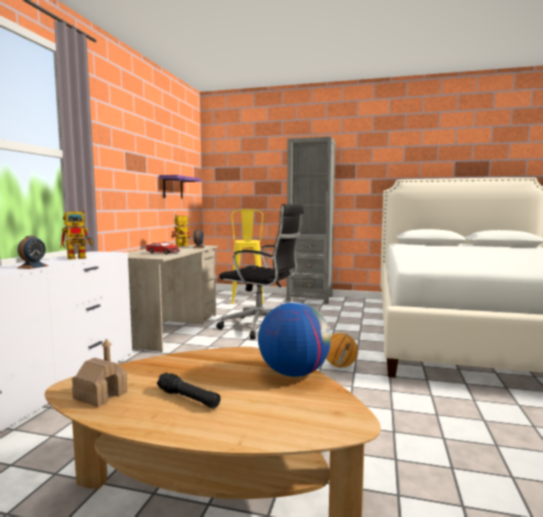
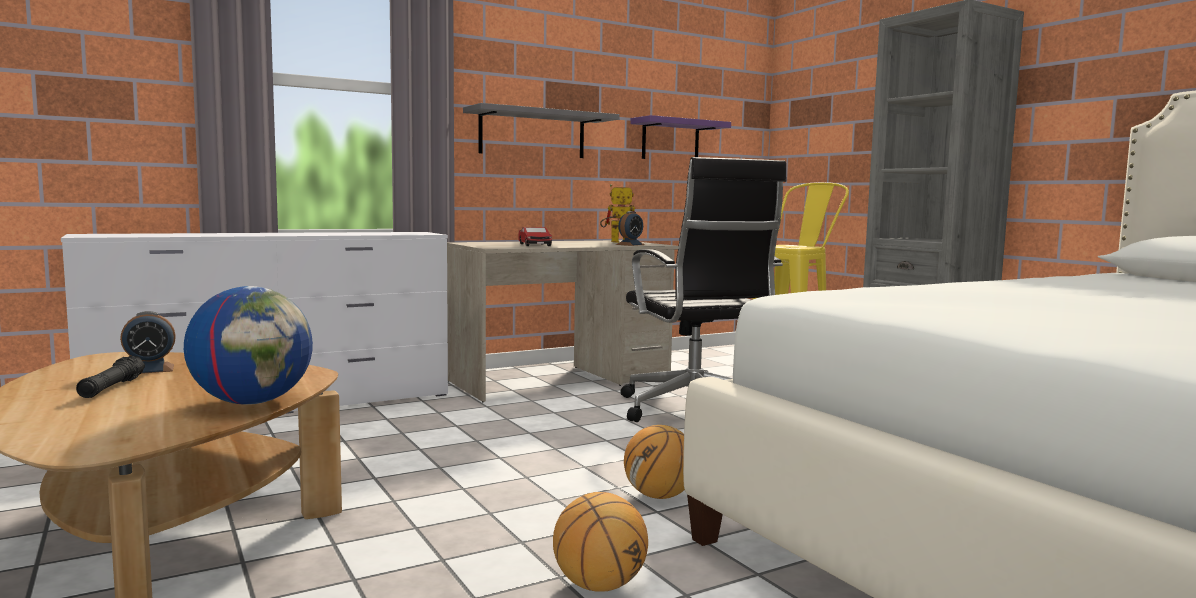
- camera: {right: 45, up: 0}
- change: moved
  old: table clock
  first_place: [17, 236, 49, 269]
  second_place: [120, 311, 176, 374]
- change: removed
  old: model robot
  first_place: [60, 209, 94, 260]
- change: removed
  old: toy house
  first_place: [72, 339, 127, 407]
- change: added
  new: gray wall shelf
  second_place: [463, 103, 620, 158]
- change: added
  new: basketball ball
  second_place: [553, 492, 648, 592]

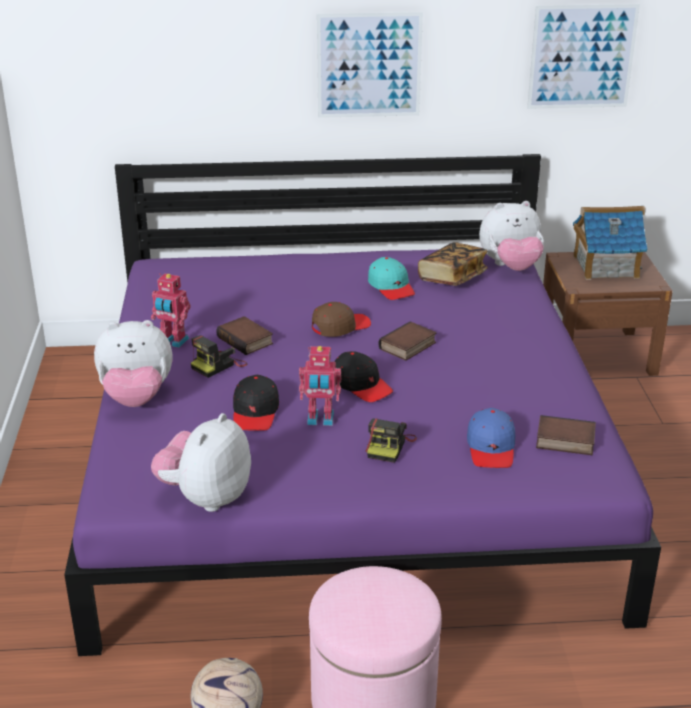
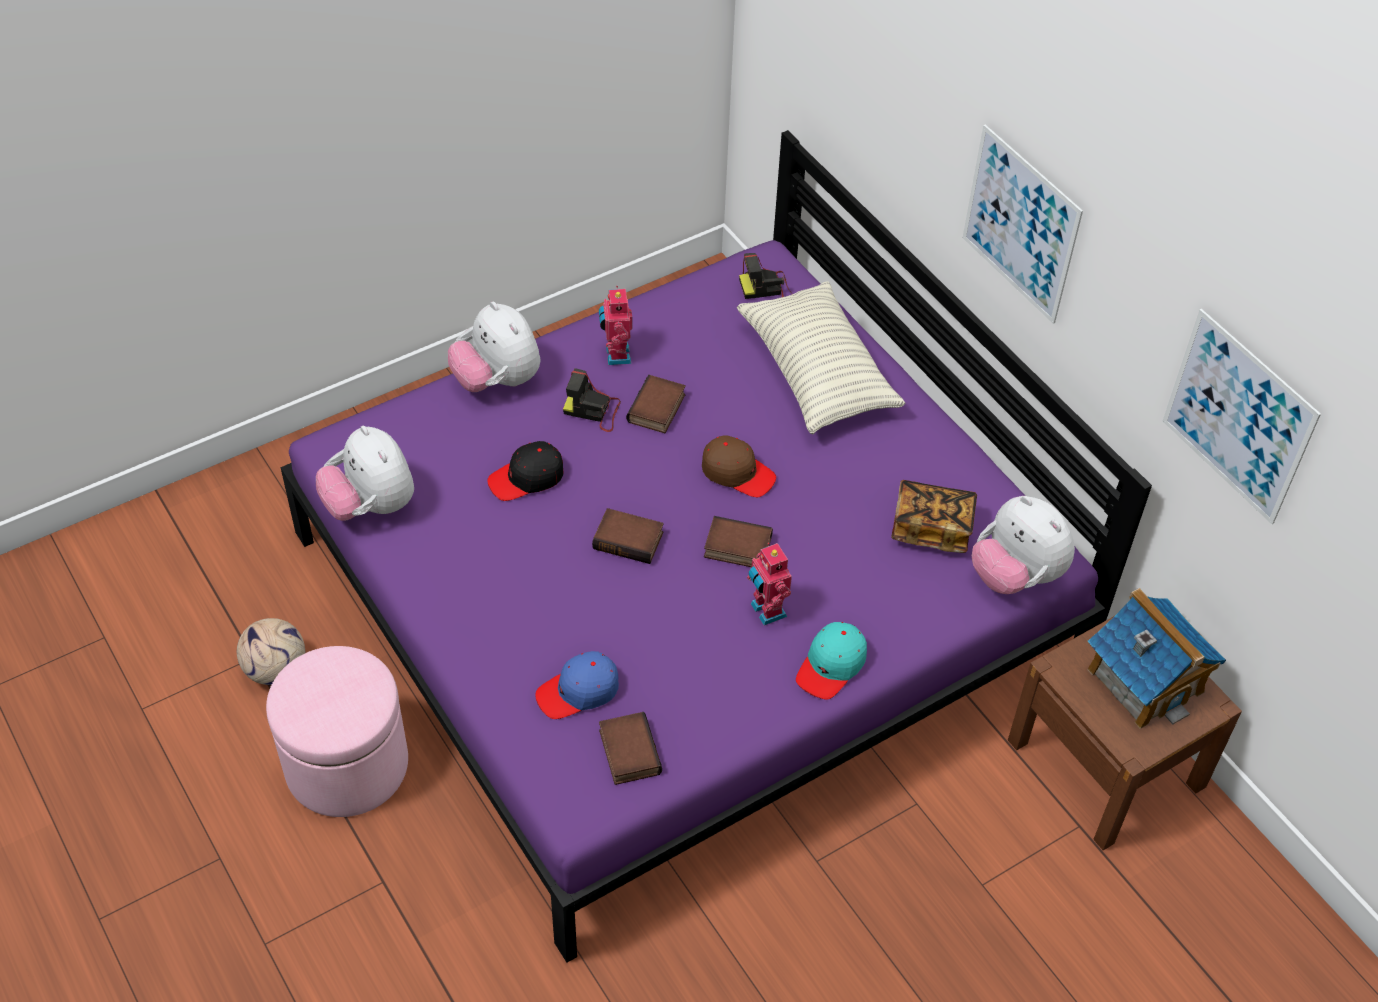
- camera: {right: 60, up: 20}
- change: turned
  old: plush toy
  first_place: [151, 413, 251, 512]
  second_place: [316, 426, 414, 521]
  degrees: -120
- change: moved
  old: model robot
  first_place: [299, 346, 342, 426]
  second_place: [747, 543, 792, 625]
- change: replaced
  old: black baseball cap
  new: book
  first_place: [334, 351, 393, 402]
  second_place: [592, 508, 664, 564]
- change: moved
  old: photo camera
  first_place: [366, 418, 417, 463]
  second_place: [739, 253, 792, 299]
- change: moved
  old: blue-green baseball cap
  first_place: [368, 257, 415, 300]
  second_place: [796, 622, 867, 700]
- change: added
  new: pillow
  second_place: [737, 281, 905, 434]

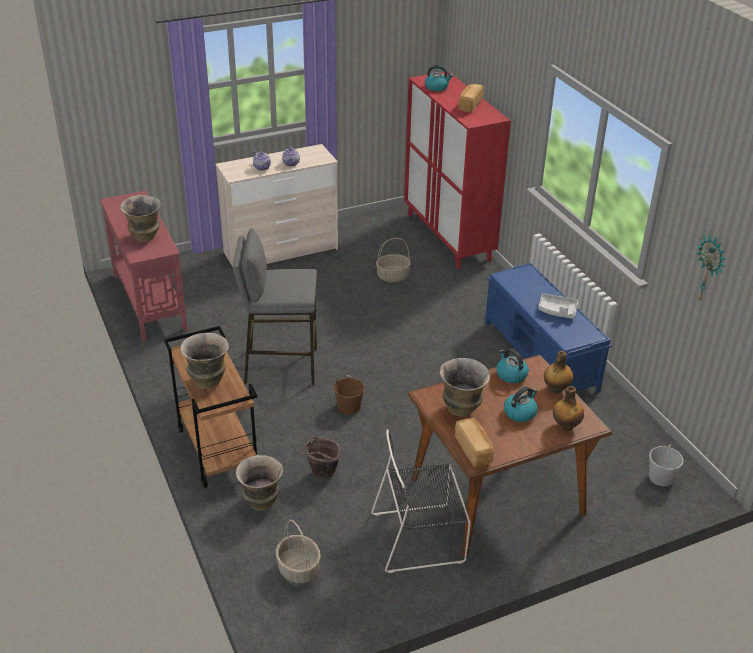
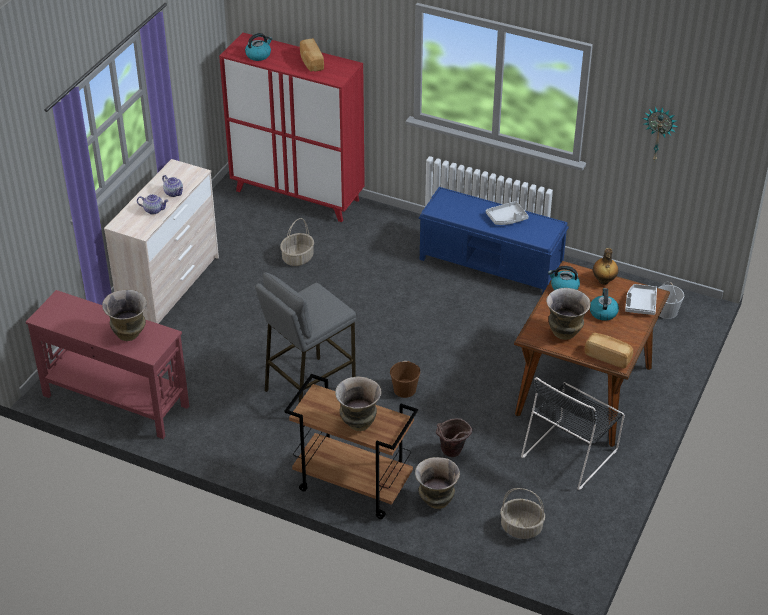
- camera: {right: -40, up: 5}
- change: replaced
  old: drink bottle
  new: gray serving tray
  first_place: [553, 386, 584, 431]
  second_place: [625, 284, 657, 315]

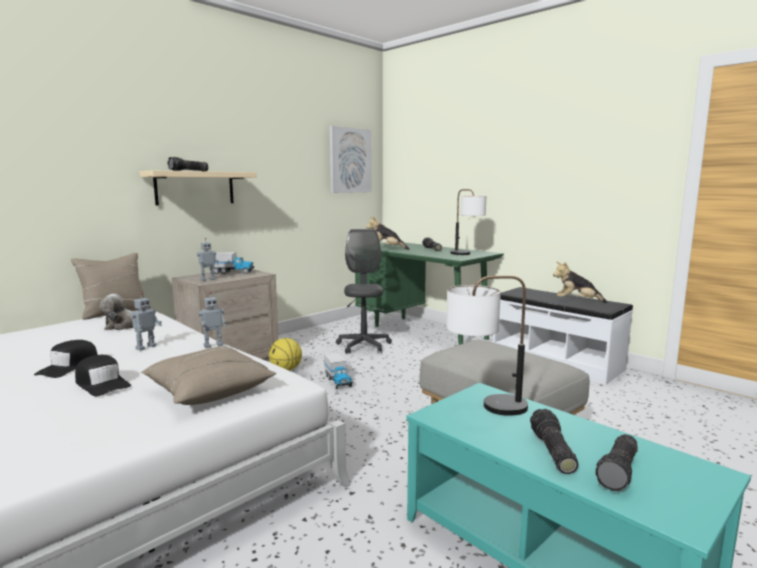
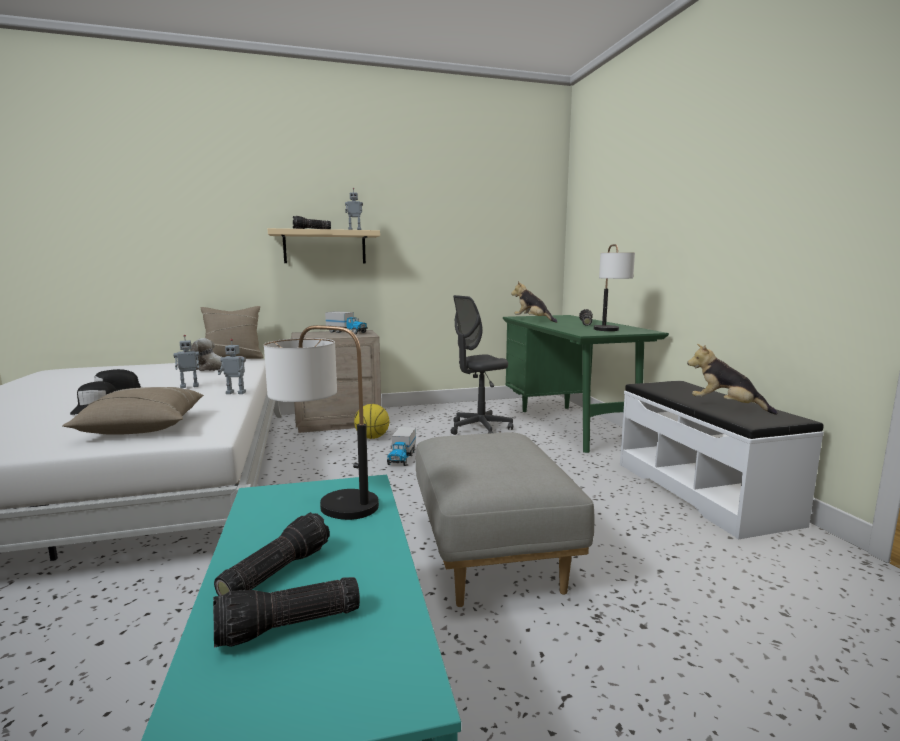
- camera: {right: 30, up: 0}
- change: moved
  old: model robot
  first_place: [197, 238, 219, 281]
  second_place: [345, 188, 363, 230]
- change: removed
  old: wall art
  first_place: [330, 126, 372, 193]
- change: turned
  old: gray office chair
  first_place: [336, 229, 392, 354]
  second_place: [451, 295, 513, 435]
  degrees: -150

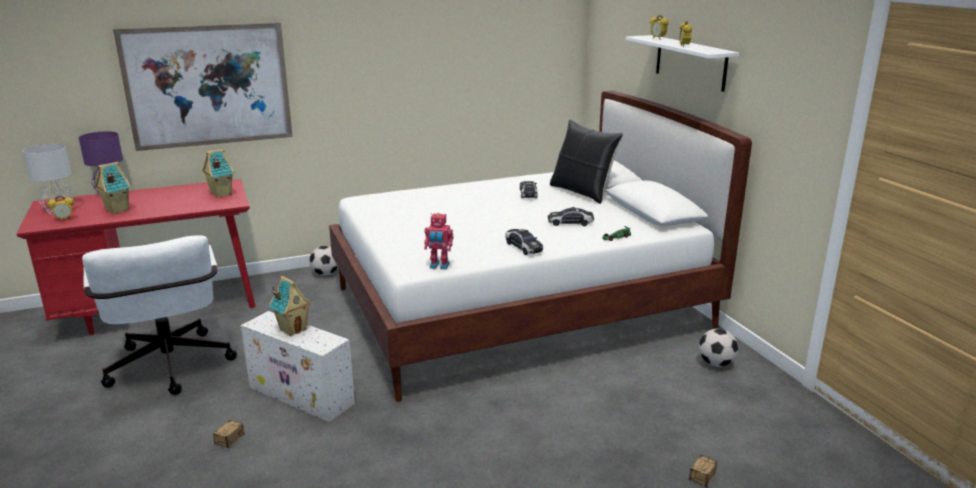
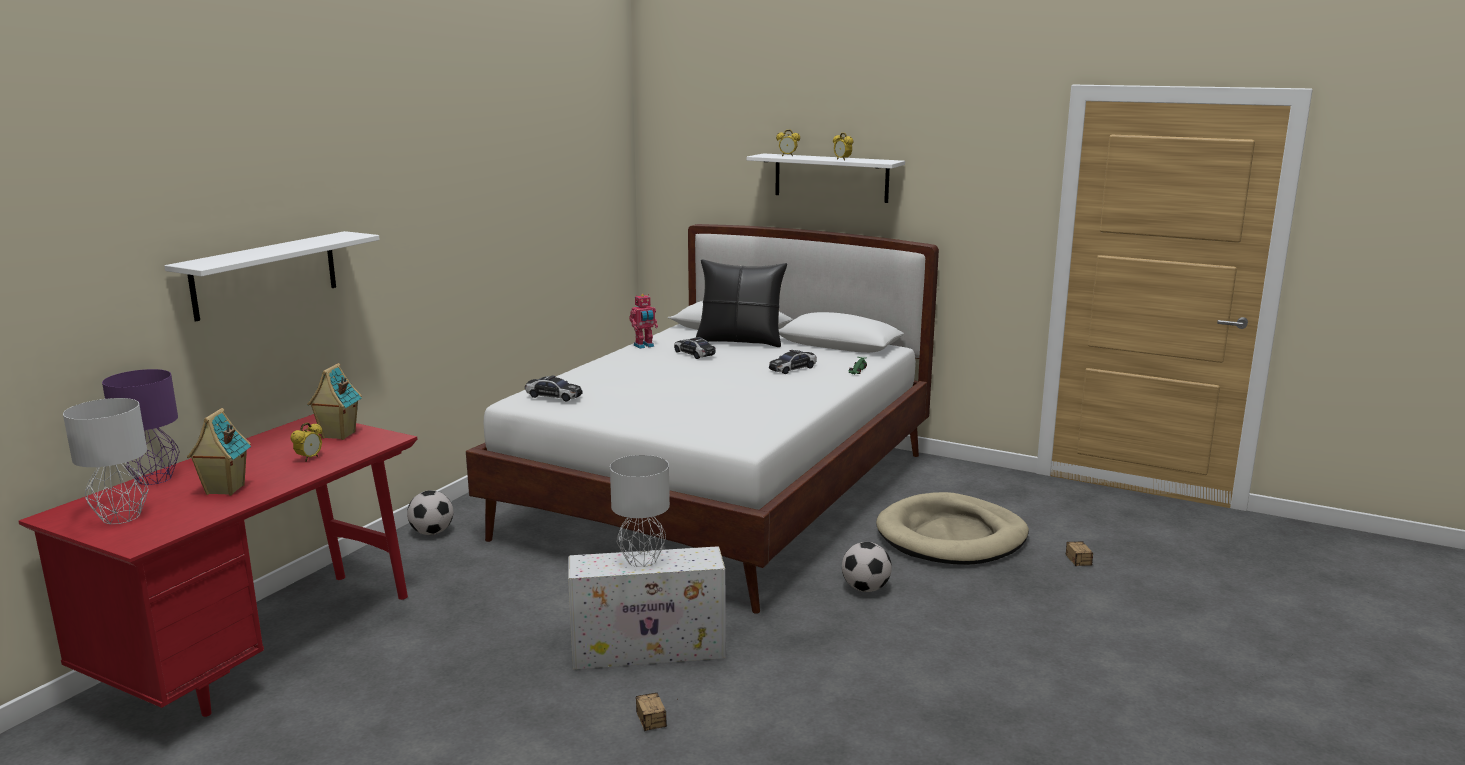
- camera: {right: -40, up: -5}
- change: moved
  old: table clock
  first_place: [47, 196, 74, 221]
  second_place: [290, 422, 322, 462]
- change: removed
  old: white-coloured office chair
  first_place: [82, 235, 237, 395]
- change: replaced
  old: wall art
  new: white-coloured wall shelf
  first_place: [113, 23, 293, 151]
  second_place: [165, 231, 380, 321]
- change: replaced
  old: toy house
  new: gray table lamp
  first_place: [269, 276, 312, 336]
  second_place: [610, 455, 670, 567]
- change: moved
  old: model robot
  first_place: [424, 213, 454, 270]
  second_place: [629, 294, 658, 349]
- change: moved
  old: miniature car
  first_place: [505, 229, 543, 255]
  second_place: [525, 375, 583, 402]
- change: moved
  old: football
  first_place: [699, 329, 738, 367]
  second_place: [842, 542, 892, 592]
- change: added
  new: beige-coloured pet bed
  second_place: [876, 492, 1029, 565]

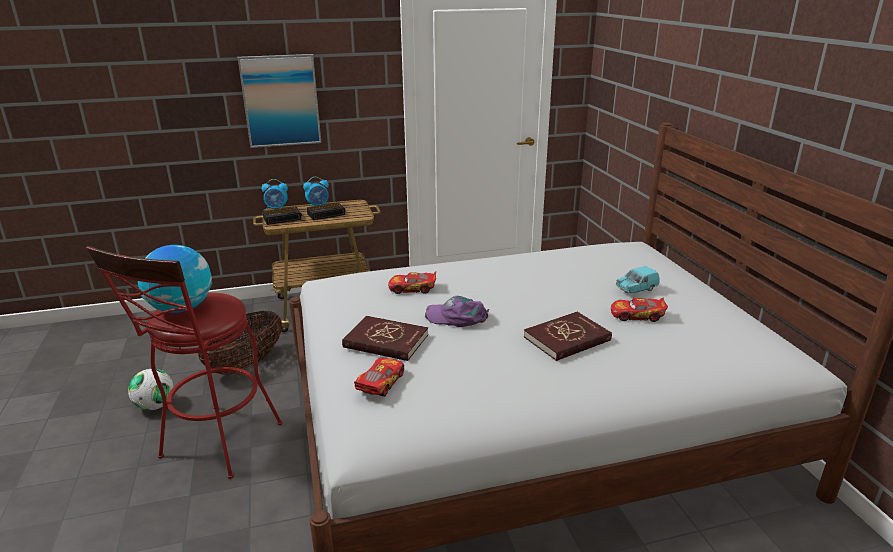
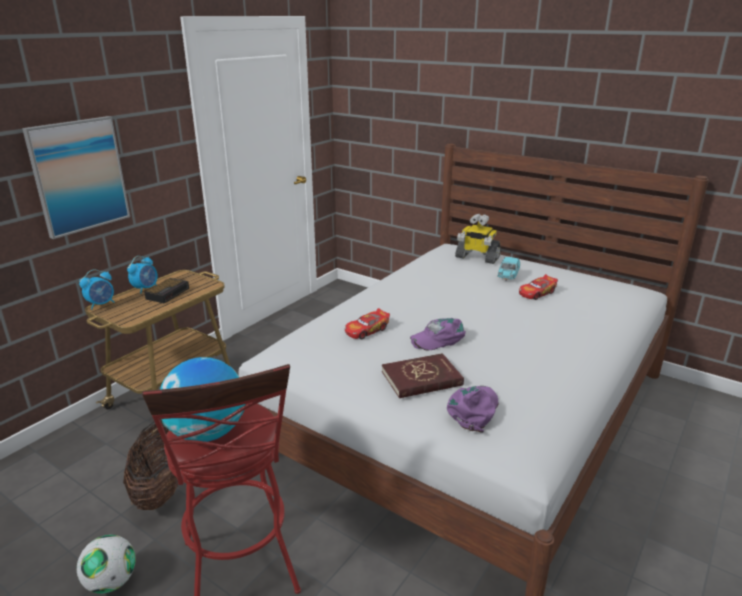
- camera: {right: -40, up: 0}
- change: removed
  old: table clock
  first_place: [263, 207, 302, 225]
- change: replaced
  old: miniature car
  new: purple-coloured baseball cap
  first_place: [354, 358, 404, 397]
  second_place: [447, 386, 499, 433]
- change: removed
  old: reddish book
  first_place: [524, 312, 612, 361]
- change: added
  new: model robot
  second_place: [455, 214, 501, 264]

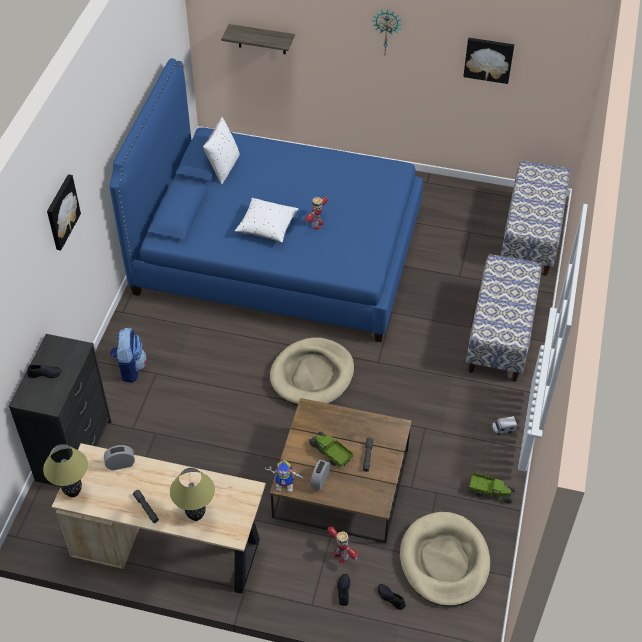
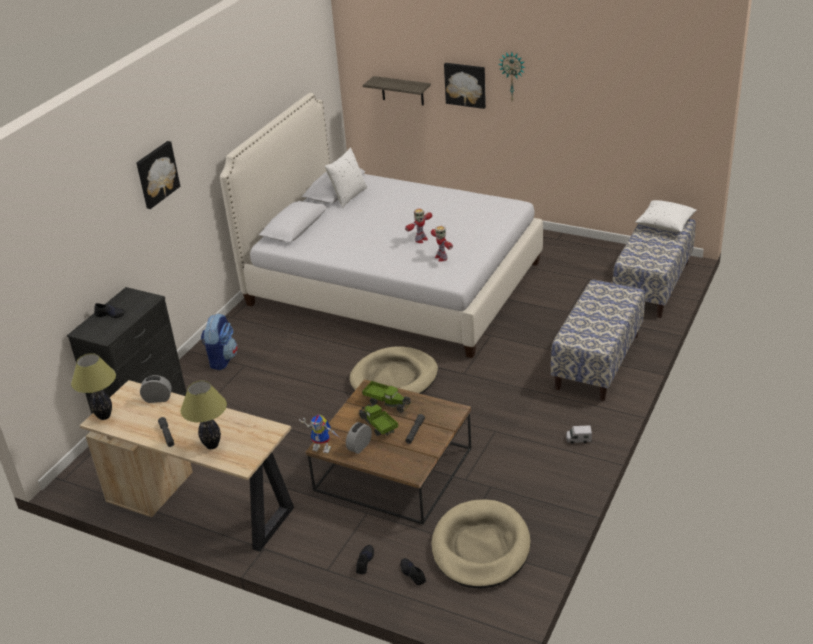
- camera: {right: 15, up: -15}
- change: recoloured
  old: blue bed
  new: white-coloured bed
  first_place: [109, 58, 423, 342]
  second_place: [220, 93, 543, 358]
- change: moved
  old: white-coloured pillow
  first_place: [235, 198, 298, 242]
  second_place: [635, 200, 697, 232]
- change: moved
  old: model robot
  first_place: [327, 526, 359, 563]
  second_place: [431, 226, 453, 262]
- change: moved
  old: wall art
  first_place: [463, 38, 514, 84]
  second_place: [444, 63, 486, 109]
- change: moved
  old: model truck
  first_place: [469, 473, 515, 504]
  second_place: [362, 381, 411, 413]

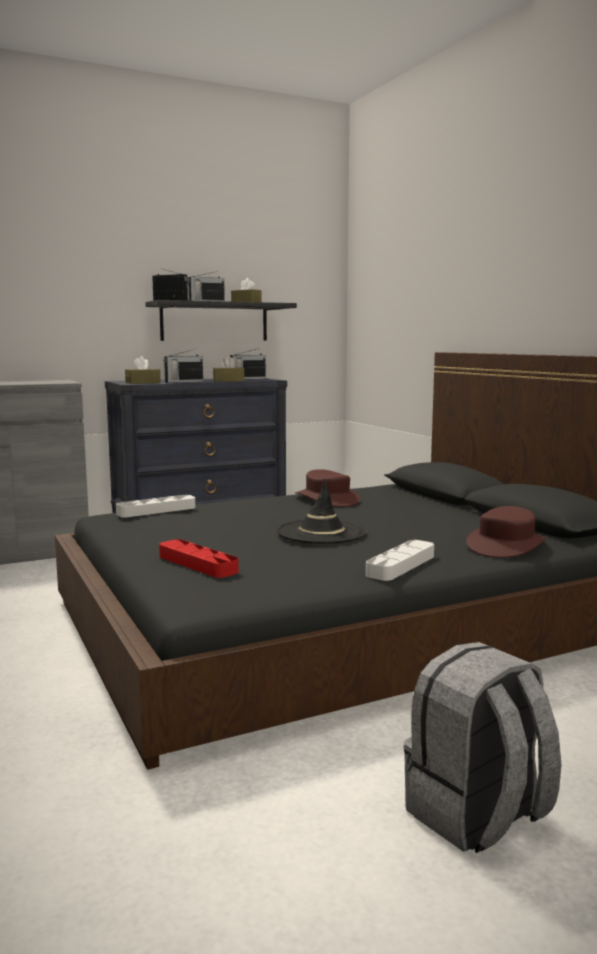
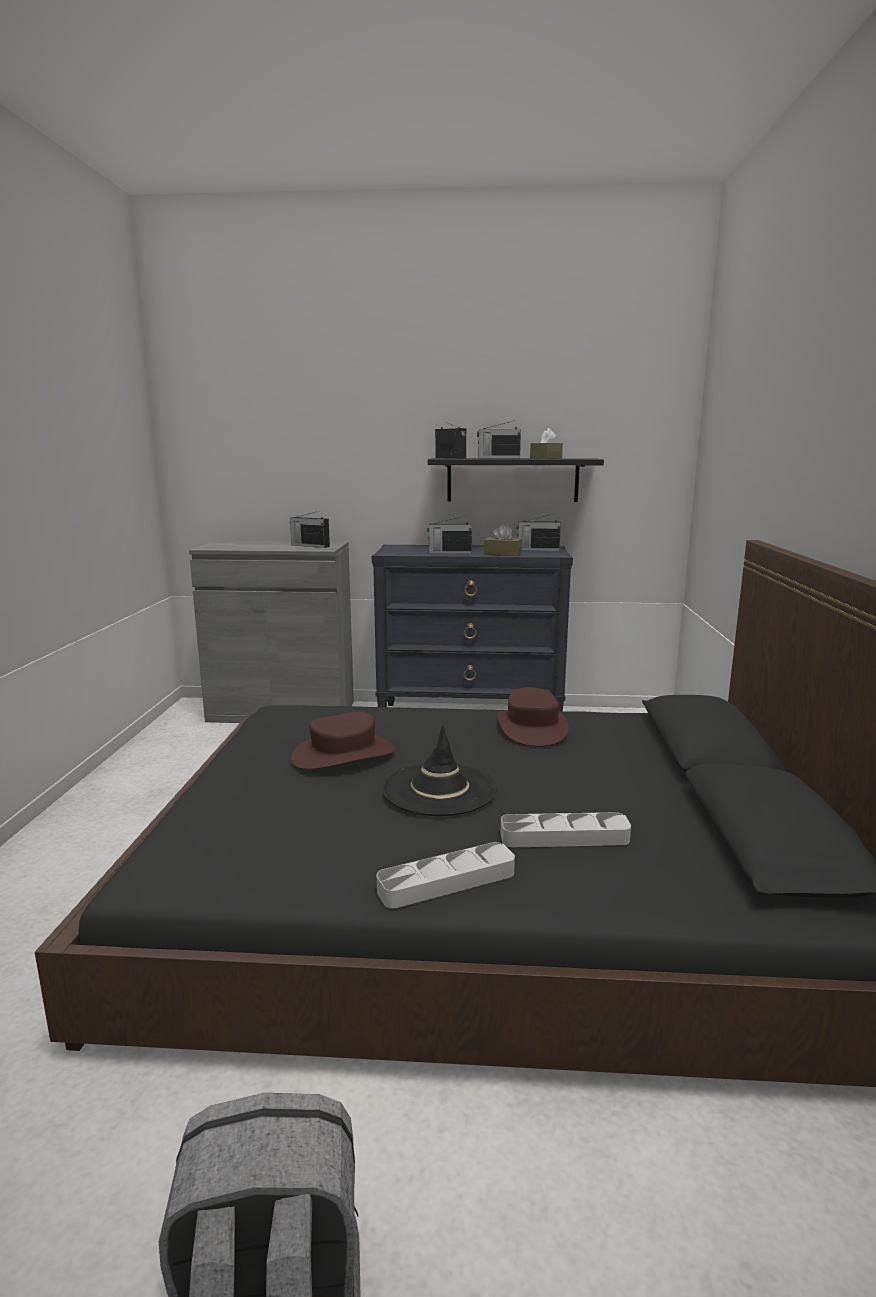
- camera: {right: 30, up: 5}
- change: moved
  old: gray serving tray
  first_place: [116, 495, 195, 517]
  second_place: [501, 812, 631, 847]
- change: removed
  old: brown-coloured box of tissues
  first_place: [125, 356, 161, 384]
- change: removed
  old: reddish serving tray
  first_place: [159, 539, 239, 578]
- change: moved
  old: brown-coloured wearable hat
  first_place: [466, 506, 546, 558]
  second_place: [291, 711, 395, 770]
- change: added
  new: radio receiver
  second_place: [290, 511, 330, 548]

